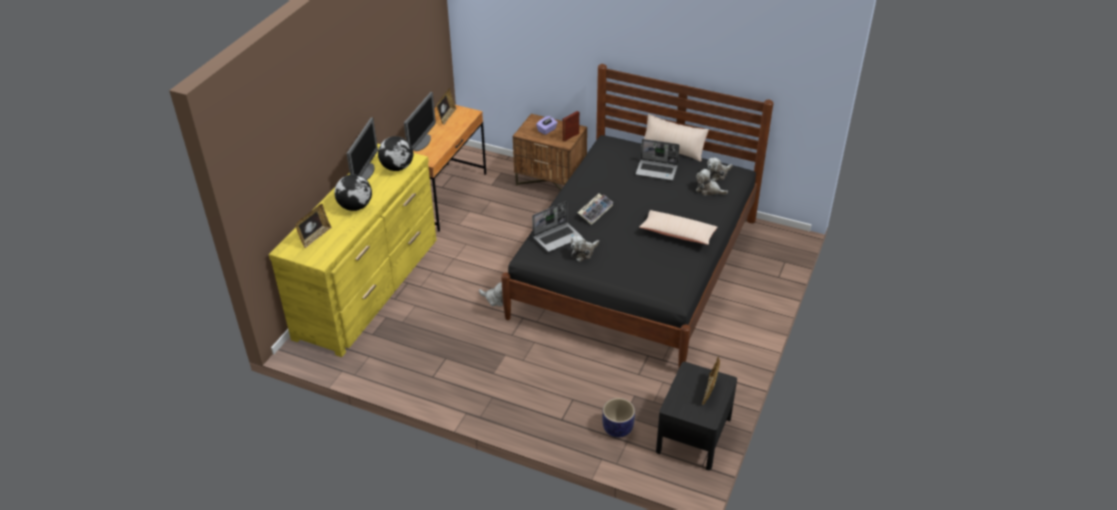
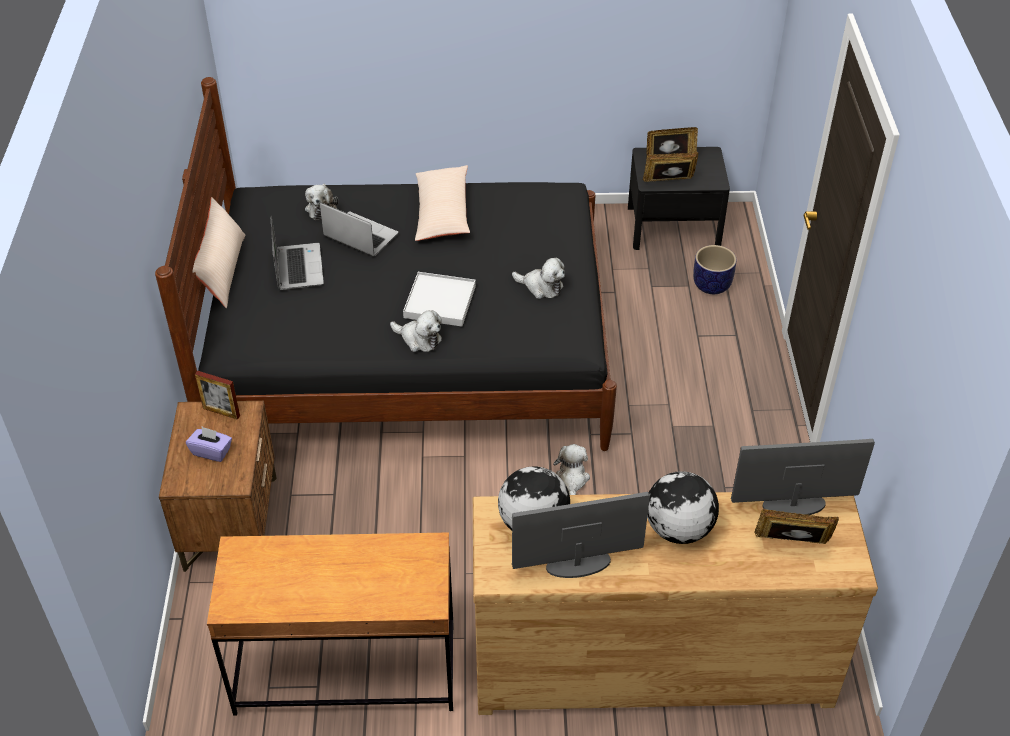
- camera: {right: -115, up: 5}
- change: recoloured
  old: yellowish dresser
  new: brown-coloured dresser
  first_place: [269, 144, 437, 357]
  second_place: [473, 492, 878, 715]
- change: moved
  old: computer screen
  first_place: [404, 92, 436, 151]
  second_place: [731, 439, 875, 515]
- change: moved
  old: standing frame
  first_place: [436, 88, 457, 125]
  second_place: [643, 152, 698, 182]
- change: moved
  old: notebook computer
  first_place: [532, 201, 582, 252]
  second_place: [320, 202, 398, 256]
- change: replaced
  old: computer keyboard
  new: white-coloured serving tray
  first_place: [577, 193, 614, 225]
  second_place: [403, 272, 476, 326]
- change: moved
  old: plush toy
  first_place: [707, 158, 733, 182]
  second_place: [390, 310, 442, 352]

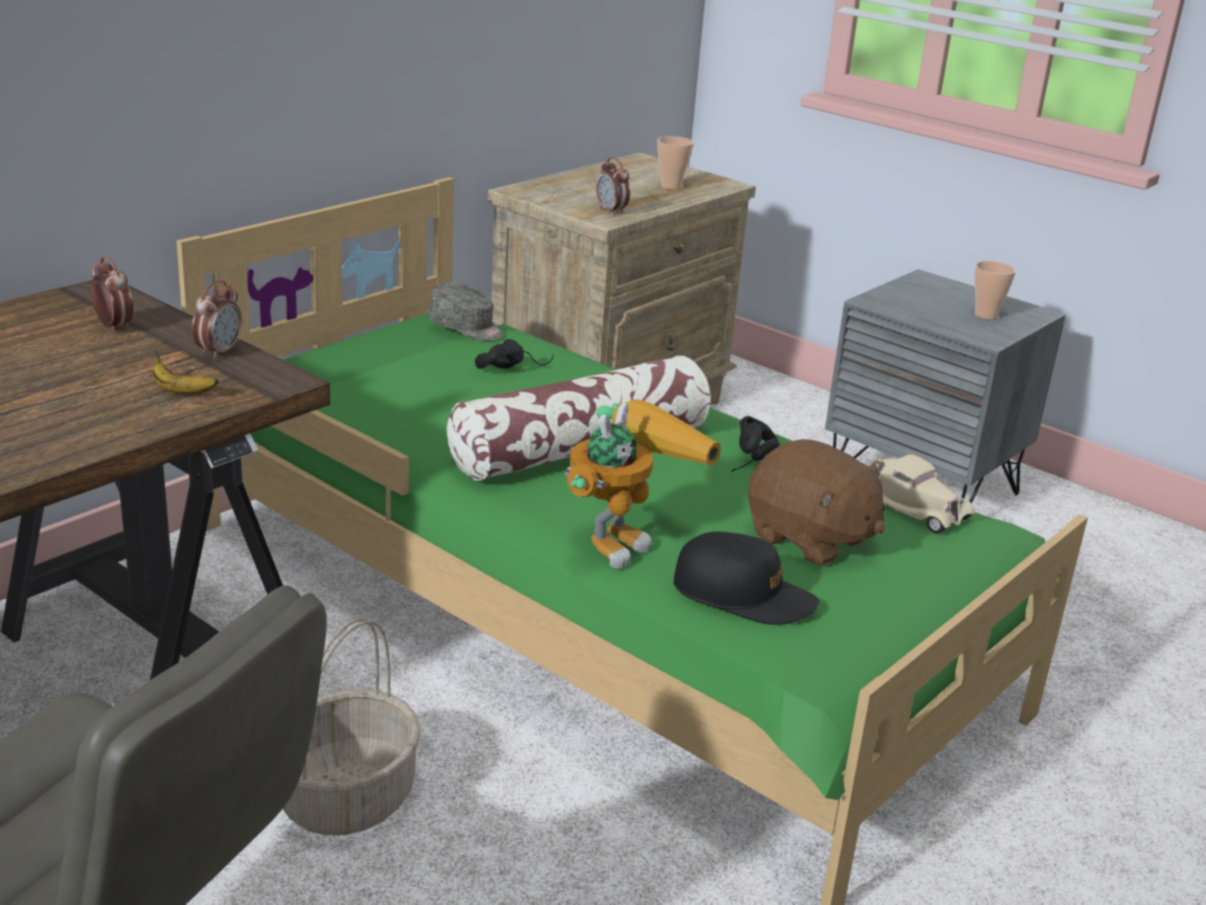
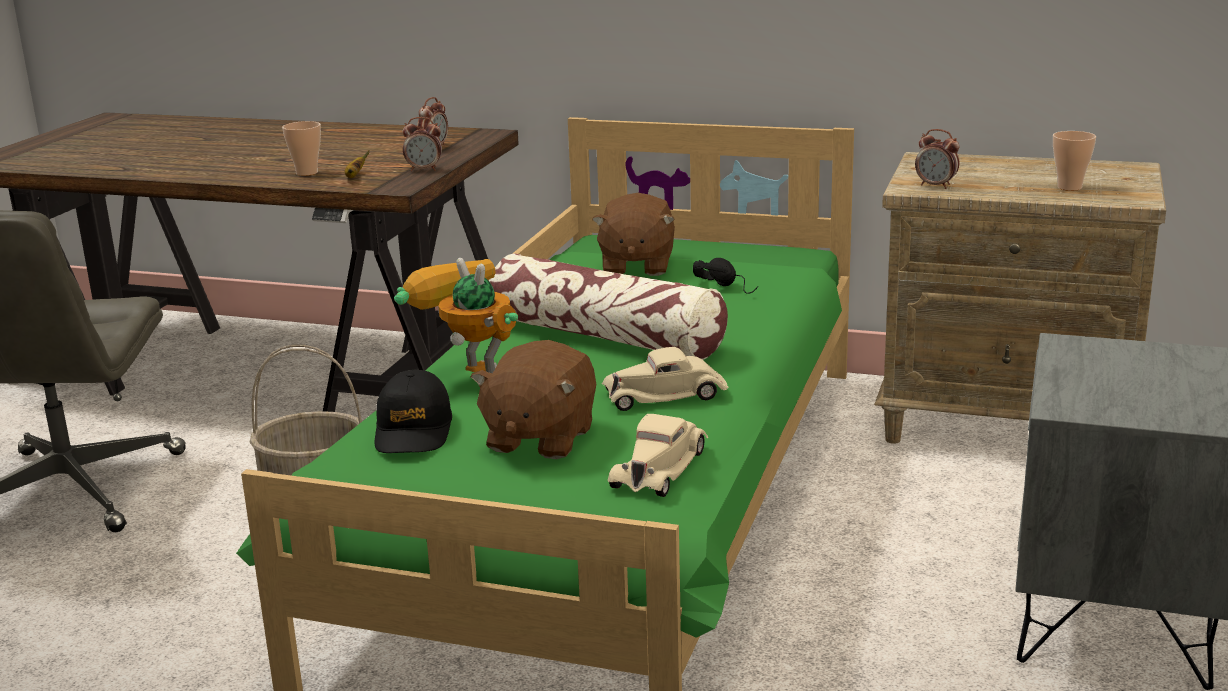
- camera: {right: 70, up: -5}
- change: removed
  old: gray baseball cap
  first_place: [429, 282, 505, 341]
- change: turned
  old: model robot
  first_place: [565, 399, 721, 569]
  second_place: [394, 258, 518, 373]
  degrees: -150
- change: turned
  old: table clock
  first_place: [596, 157, 630, 216]
  second_place: [915, 129, 959, 189]
  degrees: -90
- change: replaced
  old: black headphones
  new: beige-coloured miniature car
  first_place: [731, 416, 780, 472]
  second_place: [602, 347, 729, 411]
- change: moved
  old: small cup
  first_place: [974, 261, 1016, 319]
  second_place: [282, 121, 321, 176]
- change: added
  new: brown-coloured plush toy
  second_place: [592, 193, 675, 276]

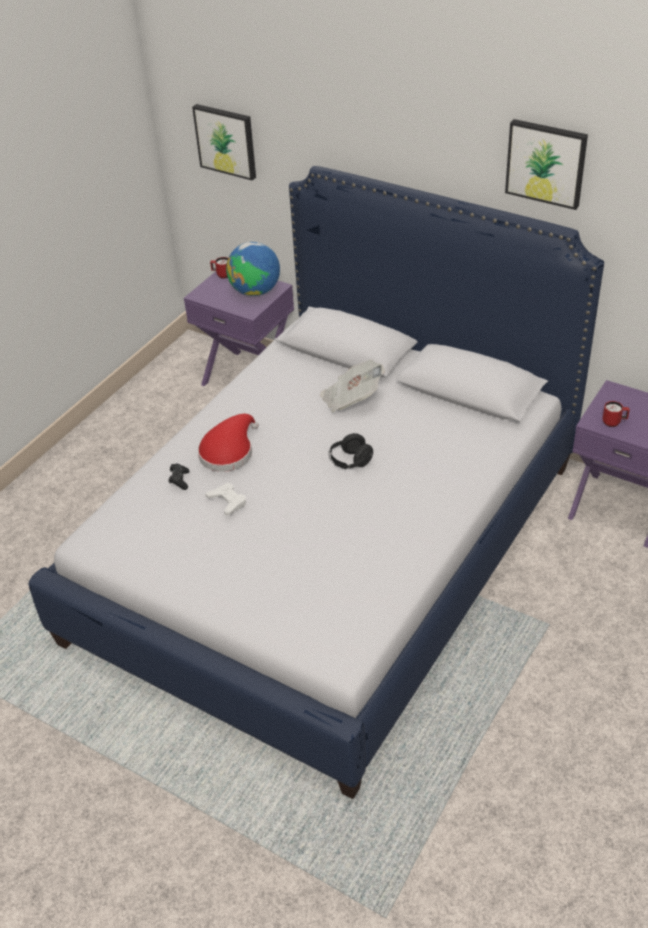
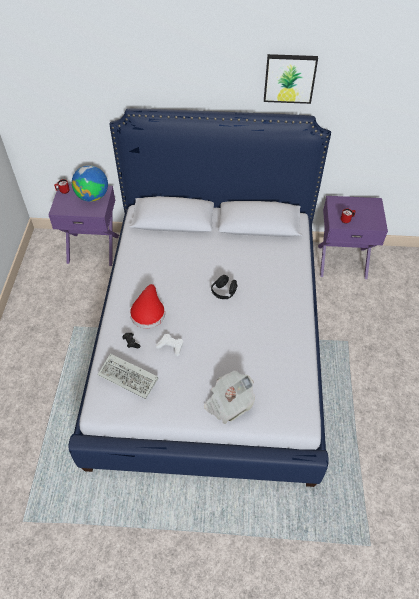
- camera: {right: -30, up: 10}
- change: removed
  old: wall art
  first_place: [192, 104, 256, 180]
- change: moved
  old: daily paper
  first_place: [320, 359, 385, 413]
  second_place: [204, 371, 255, 424]
- change: added
  new: computer keyboard
  second_place: [97, 354, 158, 399]

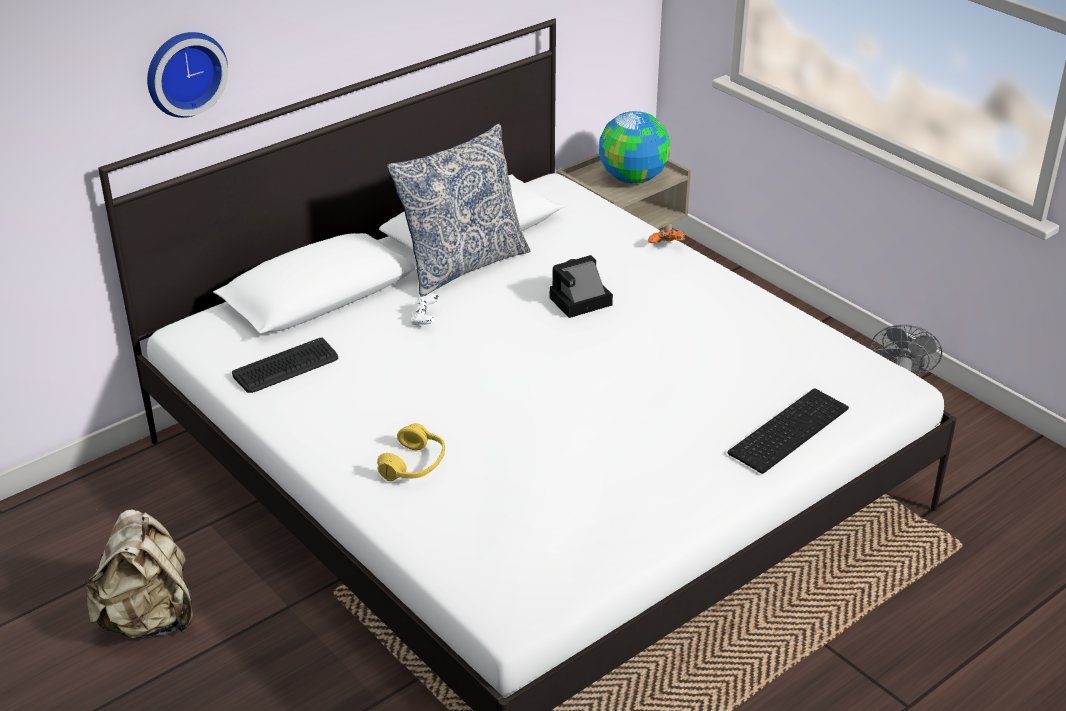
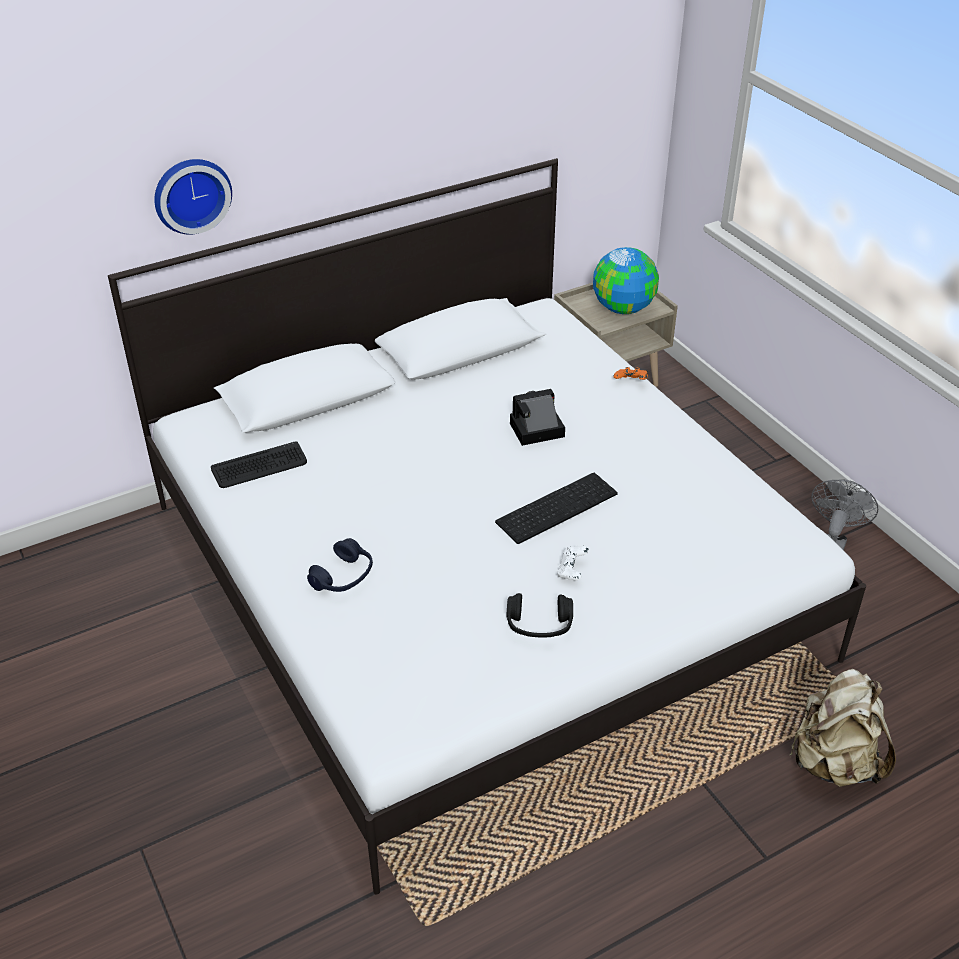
- camera: {right: 10, up: 5}
- change: moved
  old: beige-coloured knapsack
  first_place: [83, 509, 193, 638]
  second_place: [790, 669, 896, 787]
- change: recoloured
  old: yellowish headphones
  new: blue headphones
  first_place: [377, 423, 445, 481]
  second_place: [307, 538, 373, 592]
- change: removed
  old: pillow
  first_place: [387, 123, 531, 297]
- change: moved
  old: white-coloured joypad
  first_place: [411, 294, 439, 325]
  second_place: [557, 546, 589, 580]
- change: moved
  old: computer keyboard
  first_place: [728, 388, 849, 474]
  second_place: [495, 473, 618, 544]
- change: added
  new: black headphones
  second_place: [507, 593, 573, 637]

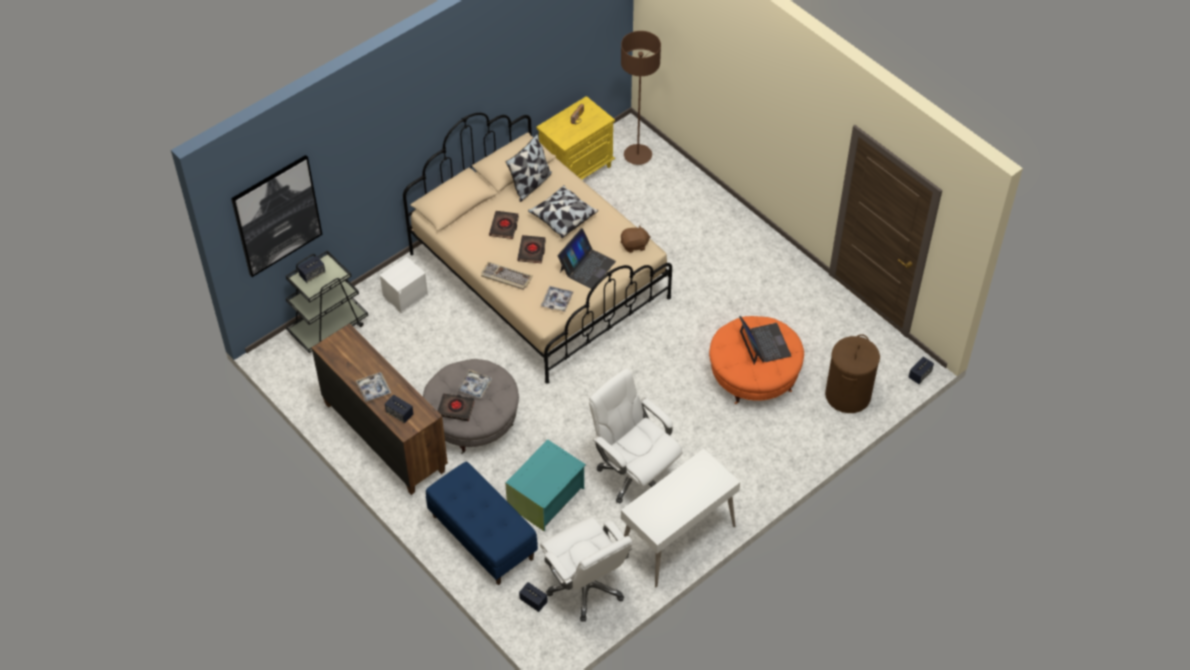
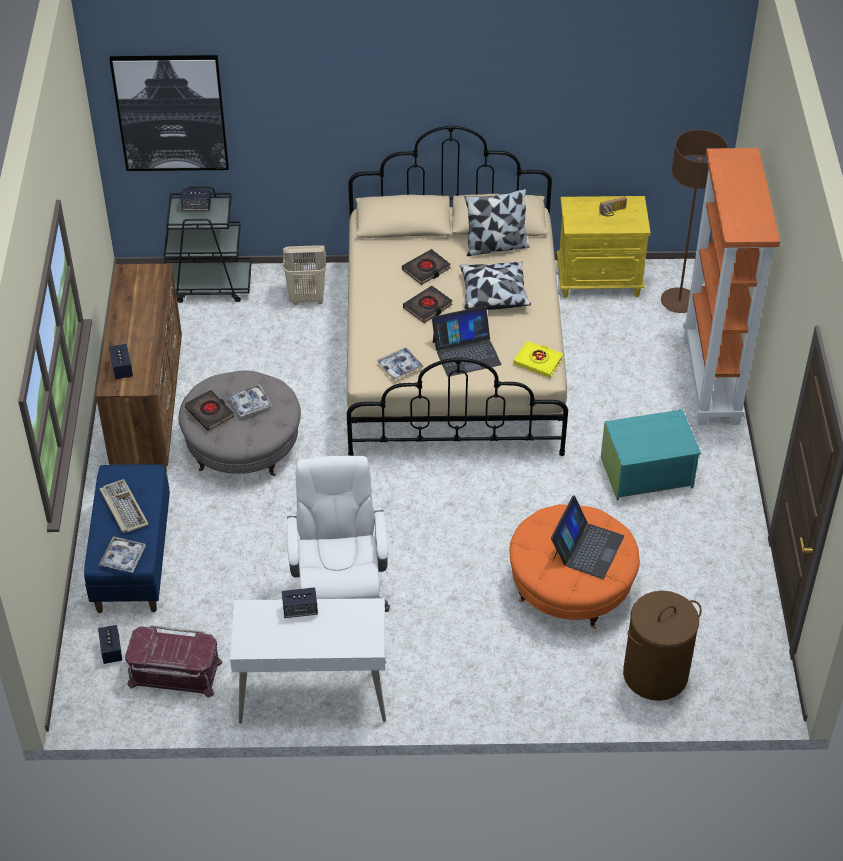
- camera: {right: 40, up: -5}
- change: moved
  old: serving tray
  first_place: [356, 372, 391, 402]
  second_place: [99, 537, 146, 573]
- change: replaced
  old: white-coloured storage container
  new: beige-coloured washing basket
  first_place: [379, 257, 428, 313]
  second_place: [283, 245, 326, 305]
- change: moved
  old: computer keyboard
  first_place: [481, 262, 533, 290]
  second_place: [99, 479, 149, 533]
- change: moved
  old: blue-green storage container
  first_place: [505, 439, 586, 531]
  second_place: [601, 409, 701, 501]
- change: replaced
  old: white-coloured office chair
  new: reddish storage container
  first_place: [540, 517, 633, 622]
  second_place: [125, 626, 223, 698]
- change: replaced
  old: brown-coloured plush toy
  new: yellowish book
  first_place: [621, 225, 651, 253]
  second_place: [513, 341, 563, 378]
- change: moved
  old: speaker
  first_place: [909, 357, 934, 384]
  second_place: [282, 587, 318, 618]
- change: added
  new: orangey bookcase
  second_place: [683, 148, 780, 425]

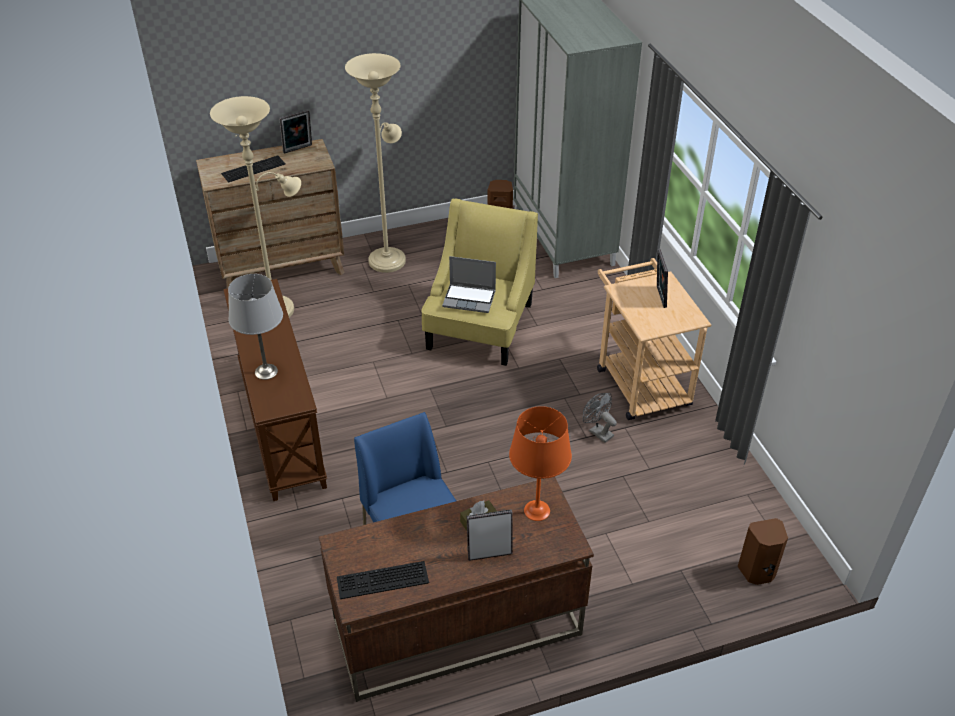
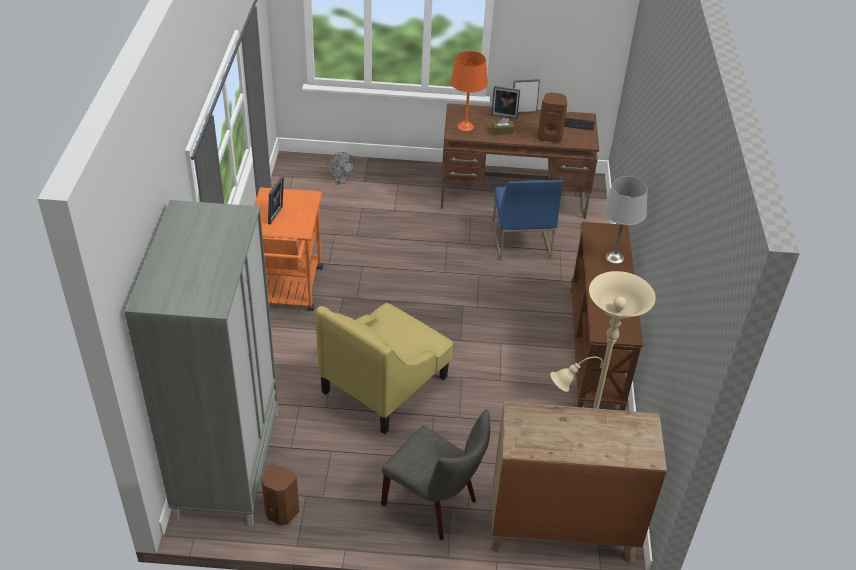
- camera: {right: -160, up: 0}
- change: removed
  old: computer keyboard
  first_place: [221, 156, 286, 182]
- change: moved
  old: standing frame
  first_place: [279, 110, 312, 154]
  second_place: [513, 79, 540, 113]
- change: replaced
  old: beige-coloured floor lamp
  new: gray plain chair
  first_place: [345, 53, 406, 273]
  second_place: [381, 409, 490, 540]
- change: removed
  old: notebook computer
  first_place: [442, 256, 496, 313]
- change: moved
  old: gray electric fan
  first_place: [583, 393, 617, 443]
  second_place: [327, 152, 355, 185]
- change: recoloured
  old: beige-coloured cart
  new: orangey cart
  first_place: [597, 258, 711, 420]
  second_place: [254, 187, 323, 311]
- change: moved
  old: brown-coloured speaker
  first_place: [738, 518, 788, 585]
  second_place: [537, 92, 567, 143]

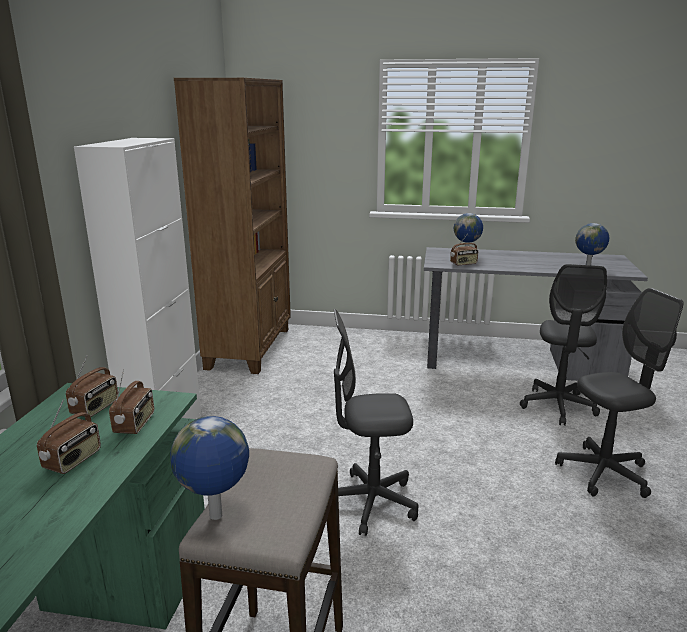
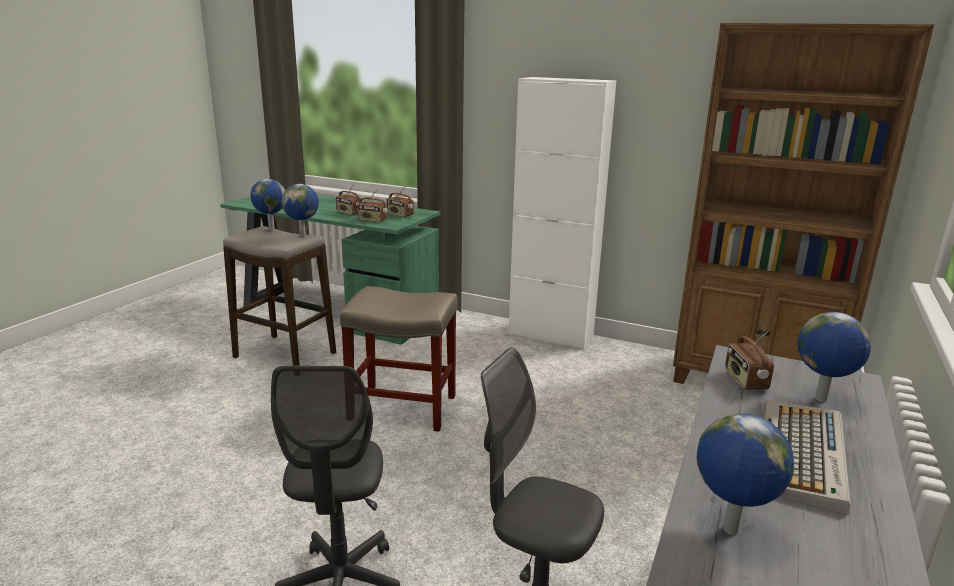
- camera: {right: 105, up: 0}
- change: replaced
  old: gray office chair
  new: beige-coloured sitting stool
  first_place: [334, 309, 418, 536]
  second_place: [340, 286, 458, 432]
- change: added
  new: globe
  second_place: [282, 184, 319, 237]
- change: added
  new: computer keyboard
  second_place: [764, 400, 851, 515]

